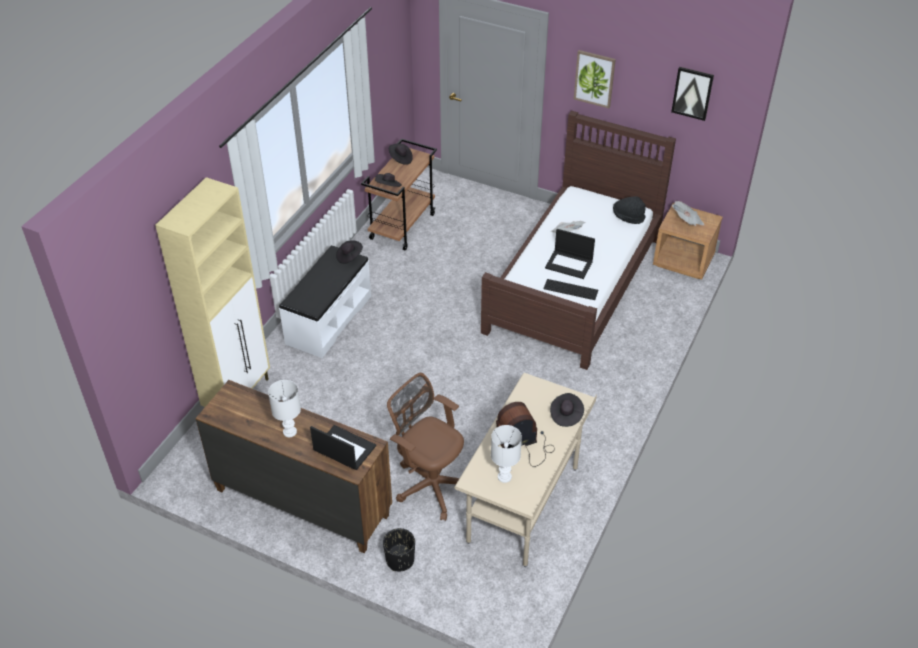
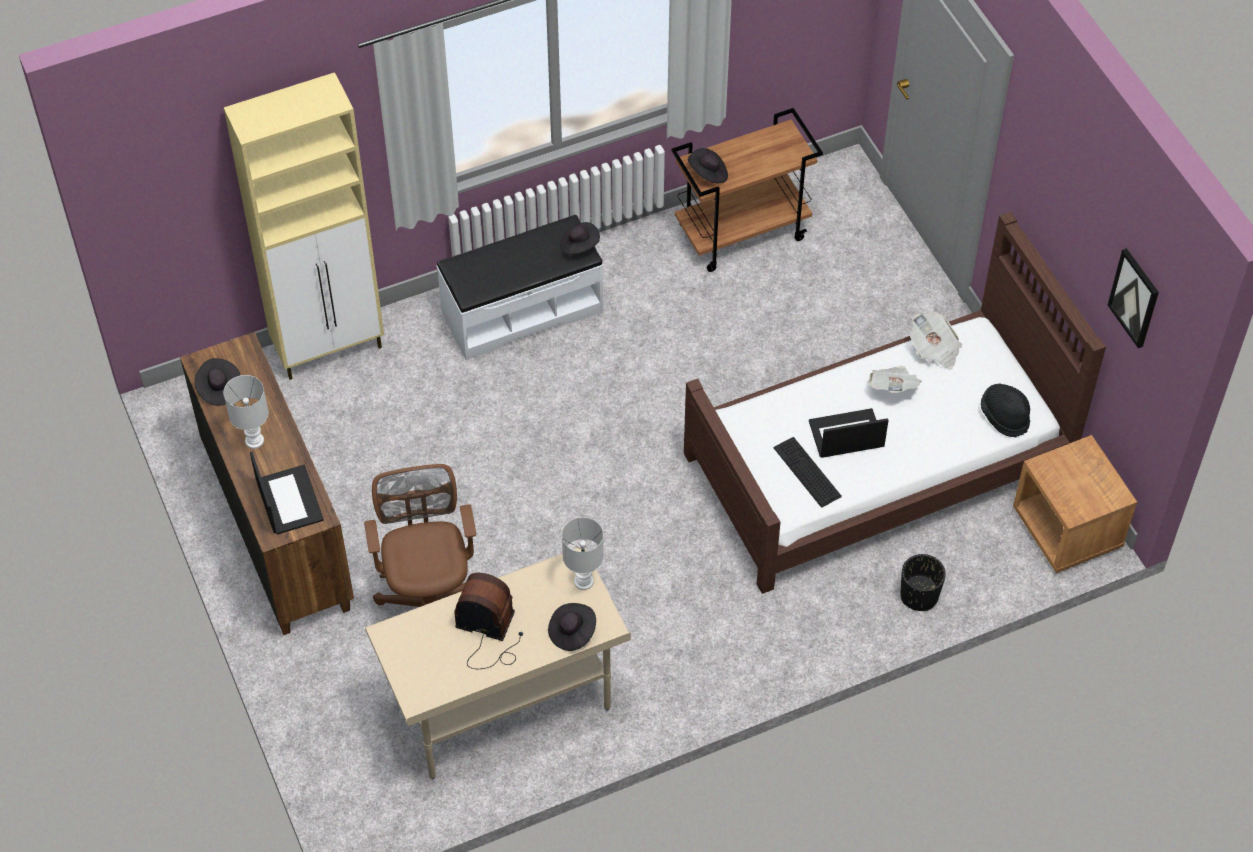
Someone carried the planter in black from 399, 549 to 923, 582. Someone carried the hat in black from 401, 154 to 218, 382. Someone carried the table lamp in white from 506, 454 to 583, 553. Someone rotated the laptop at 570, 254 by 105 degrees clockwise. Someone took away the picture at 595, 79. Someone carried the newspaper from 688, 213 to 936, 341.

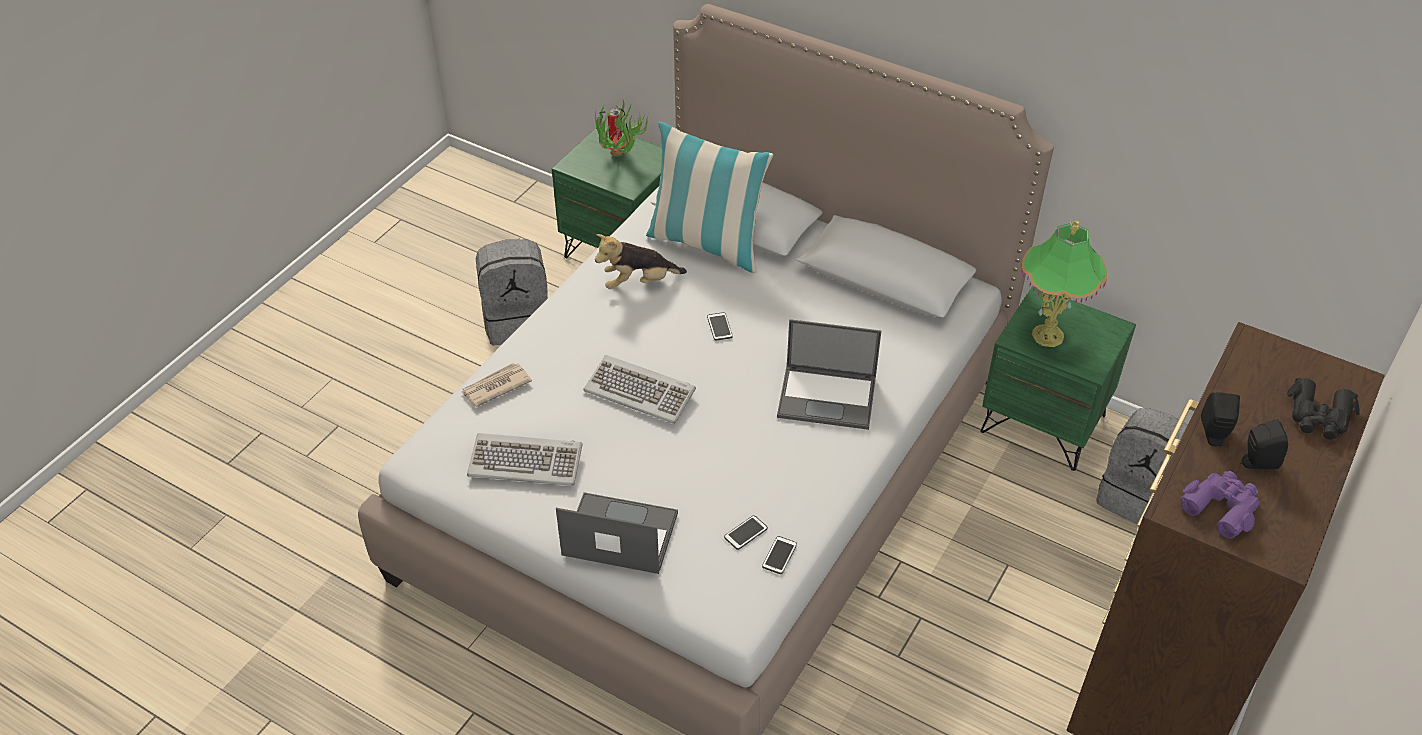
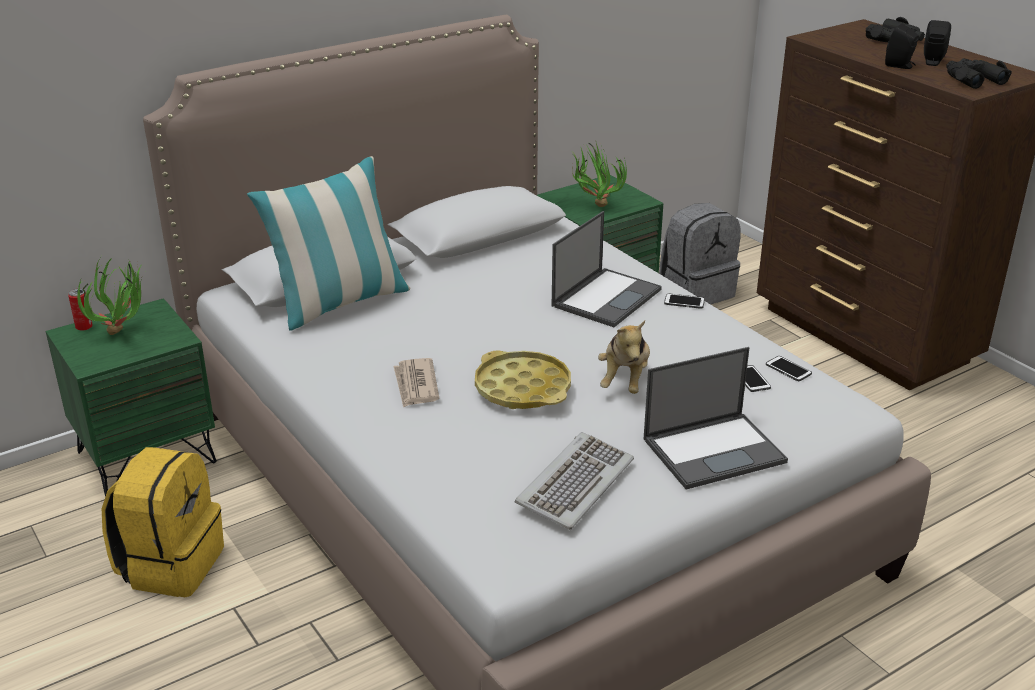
Someone carried the newspaper from 496, 385 to 416, 383. Someone repainted the backpack in grey at 512, 292, which became the backpack in yellow at 163, 522. Someone rotated the laptop at 617, 533 by 150 degrees counterclockwise. Someone swapped the keyboard at 639, 389 for the tray in yellow at 523, 379. Someone carried the plush toy from 641, 261 to 624, 357. Someone carried the phone from 720, 326 to 684, 301. Someone swapped the table lamp at 1064, 284 for the potted plant at 599, 175. Someone repainted the binoculars in purple at 1220, 505, which became the binoculars in black at 979, 73.

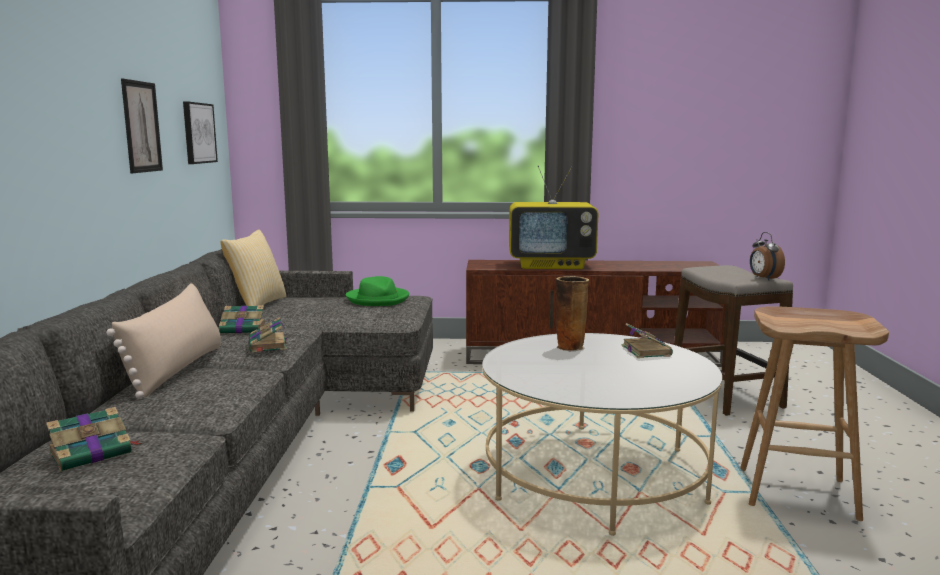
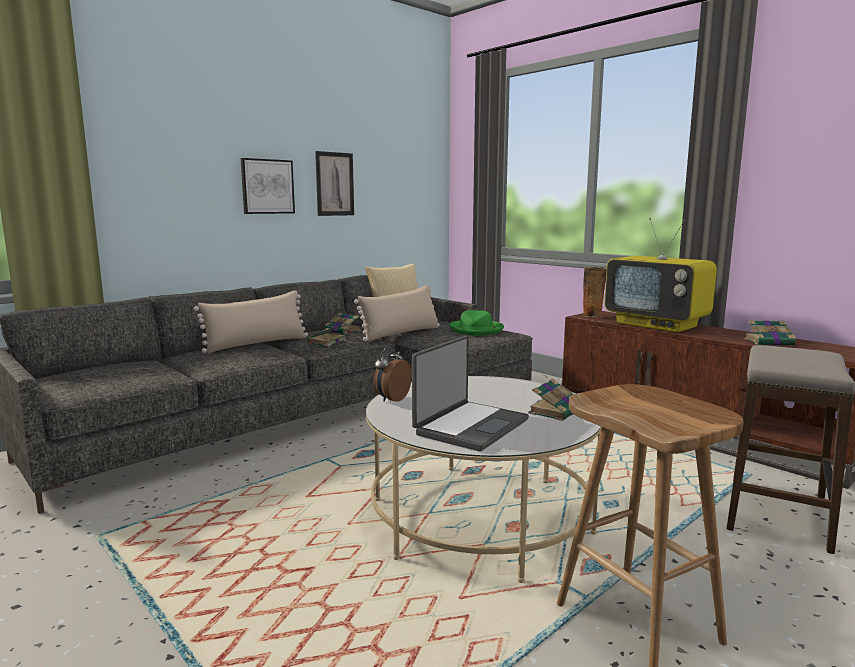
Someone carried the book from 94, 439 to 772, 333. Someone carried the picture from 200, 133 to 267, 186. Someone carried the vase from 572, 313 to 595, 292. Someone carried the alarm clock from 767, 256 to 393, 373. Someone put down the pillow in beige at 396, 313. Someone put down the laptop at 470, 393.

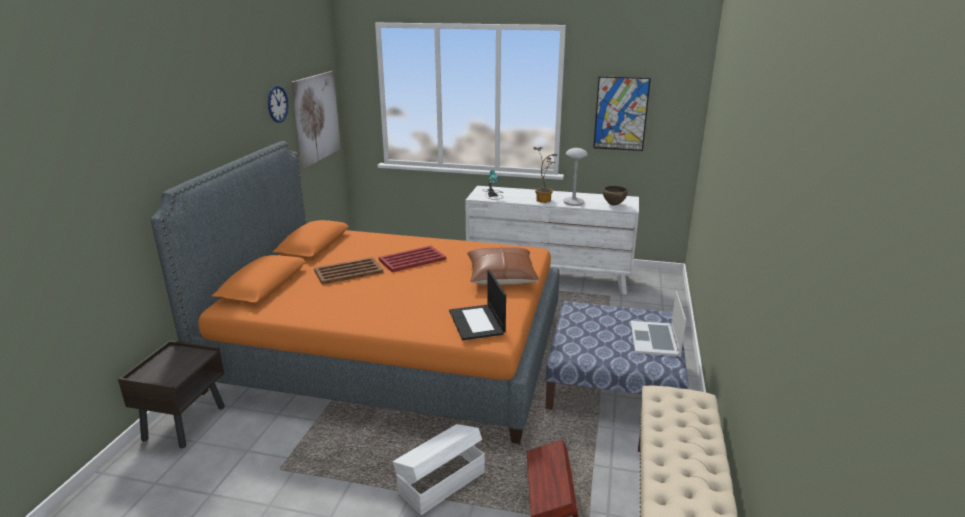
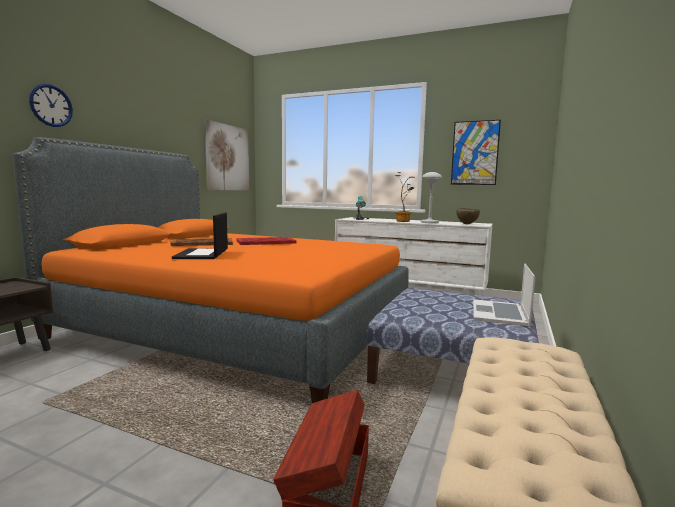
Someone carried the wall clock from 278, 104 to 51, 105. Someone took away the storage box in white at 439, 469. Someone carried the laptop from 477, 305 to 200, 235. Someone took away the pillow in brown at 503, 266.

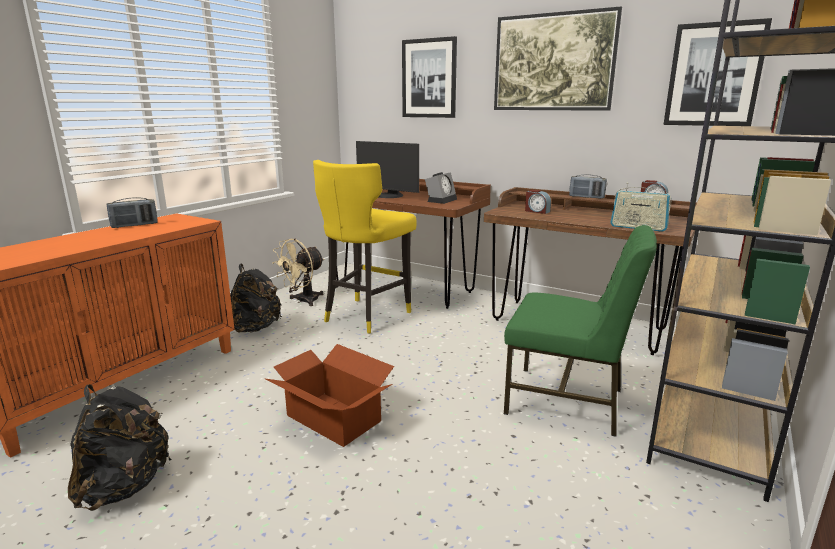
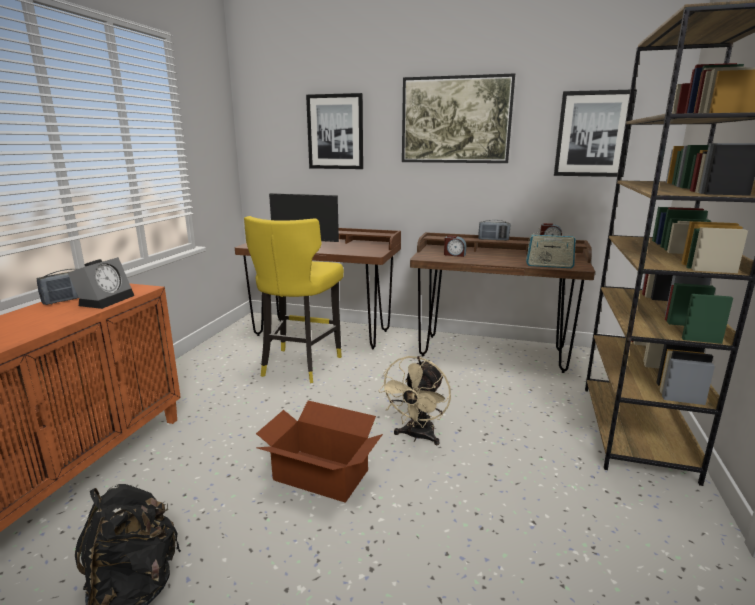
Someone took away the backpack in black at 256, 298. Someone carried the fan in beige from 298, 272 to 415, 400. Someone carried the alarm clock from 441, 188 to 101, 283. Someone took away the chair in green at 580, 331.

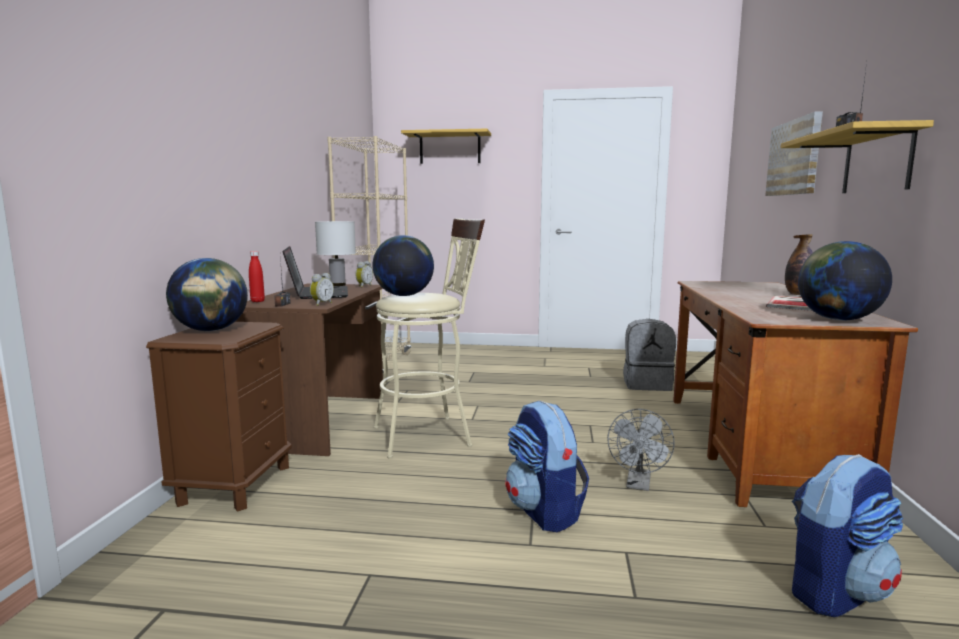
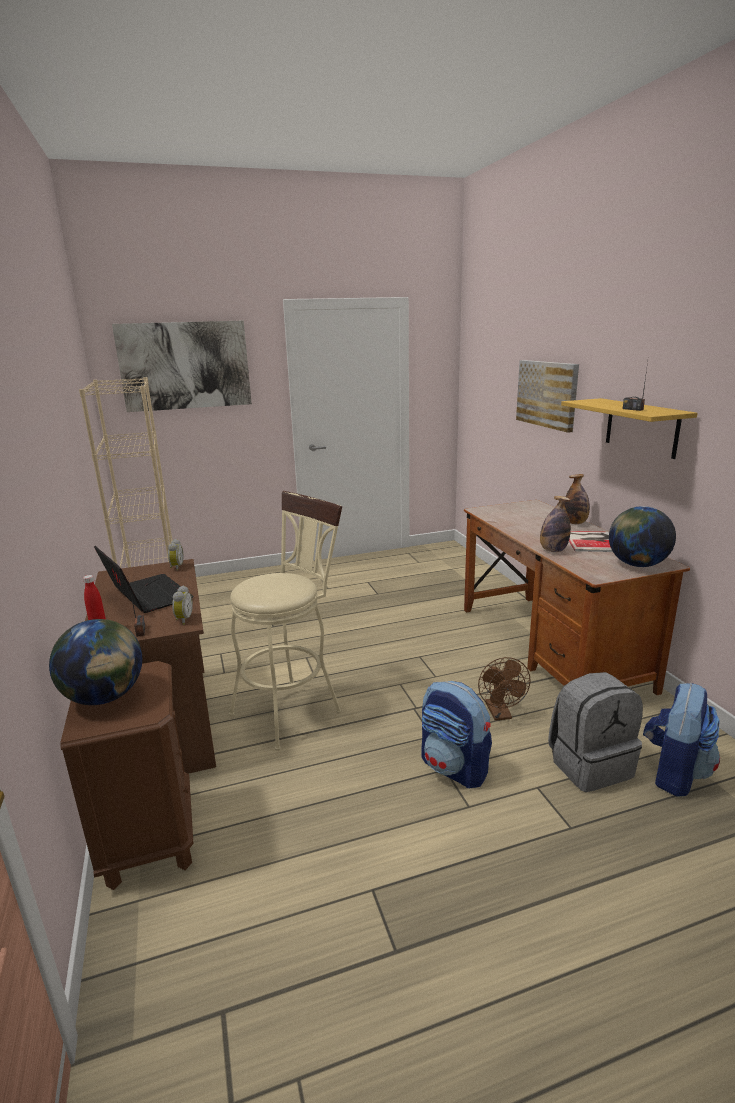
Someone took away the table lamp in white at 335, 253. Someone took away the globe at 403, 265. Someone swapped the shelf at 446, 146 for the picture at 182, 366. Someone repainted the fan in grey at 641, 450, which became the fan in brown at 504, 689. Someone carried the backpack in grey from 649, 355 to 595, 732. Someone put down the bottle at 555, 524.

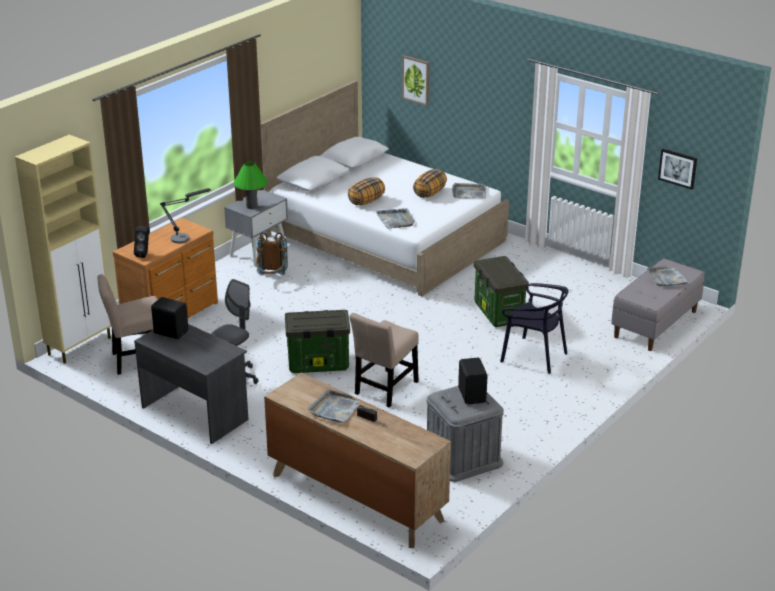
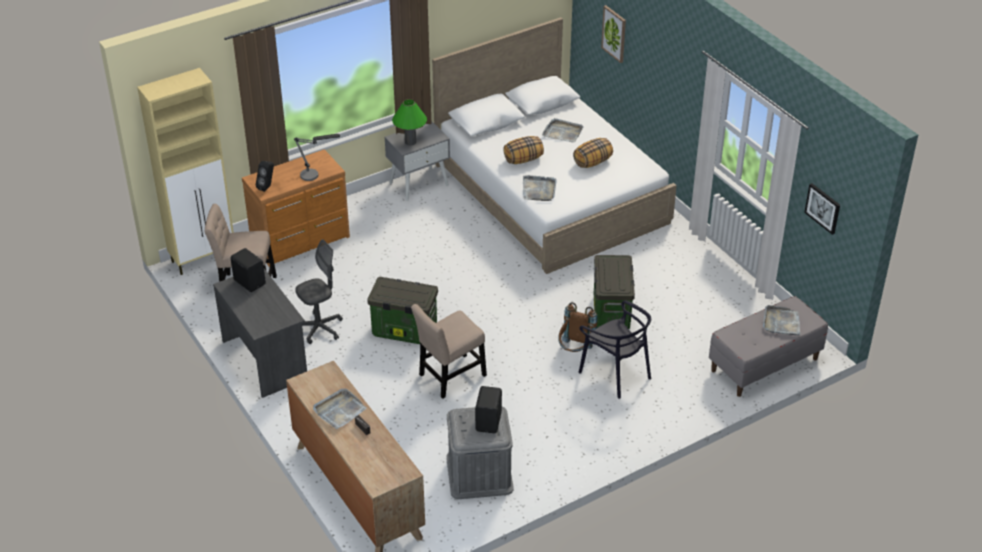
Someone carried the backpack in brown from 272, 253 to 578, 327. Someone carried the tray in grey from 469, 191 to 563, 130.

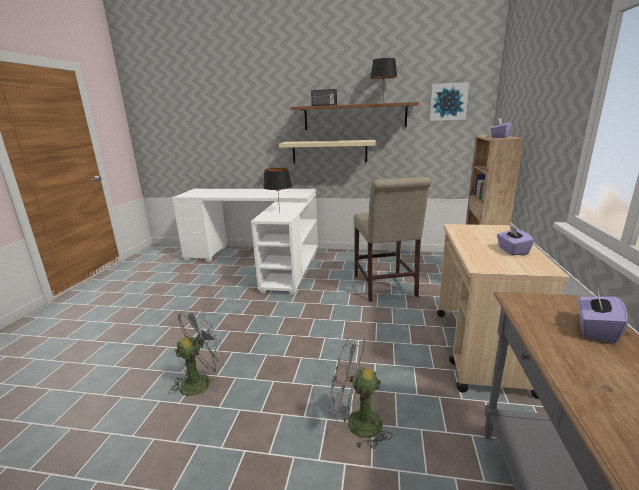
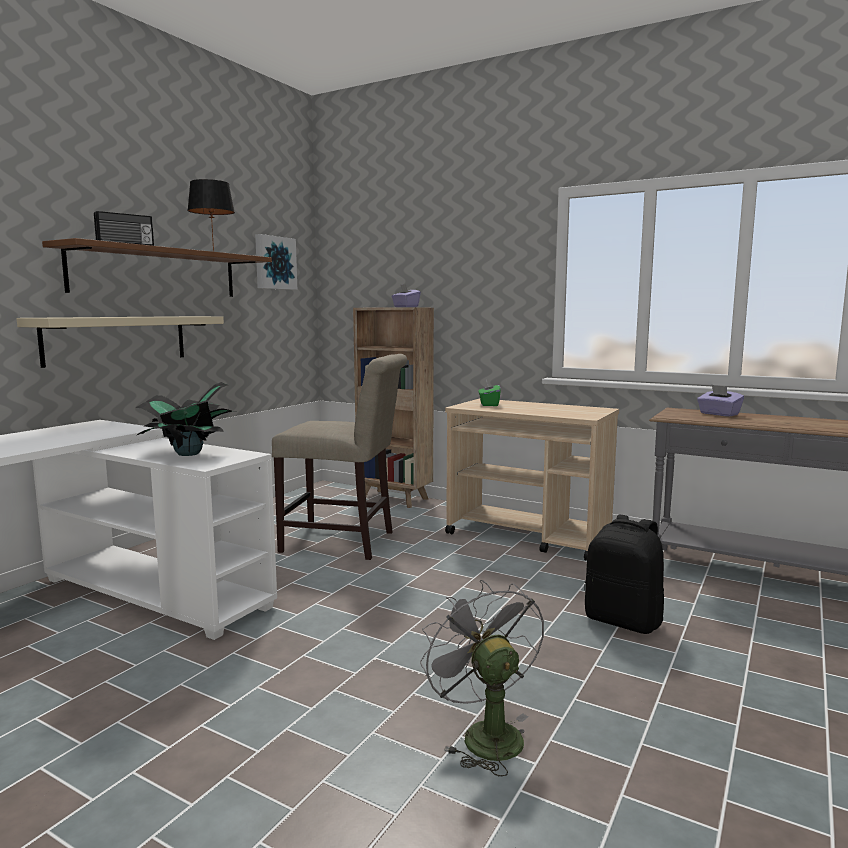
Someone swapped the table lamp in black at 277, 190 for the potted plant at 185, 419. Someone swapped the fan in grey at 360, 392 for the backpack in black at 624, 574. Someone took away the tissue box in purple at 515, 240. Someone put down the tissue box in green at 489, 392.

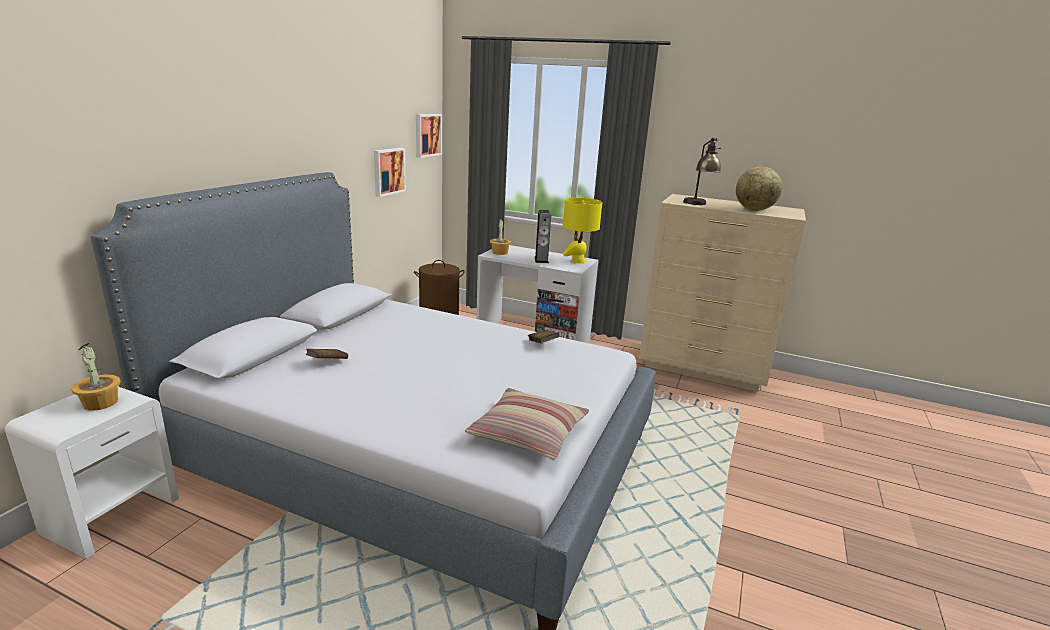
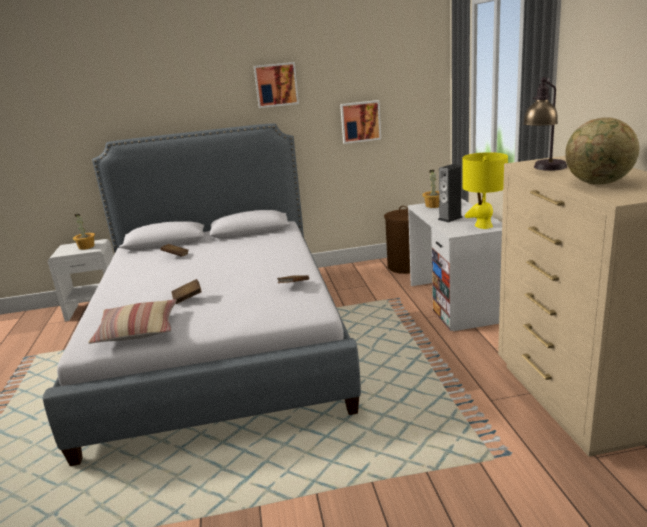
Someone carried the picture from 429, 136 to 276, 85. Someone put down the book in brown at 186, 291.

